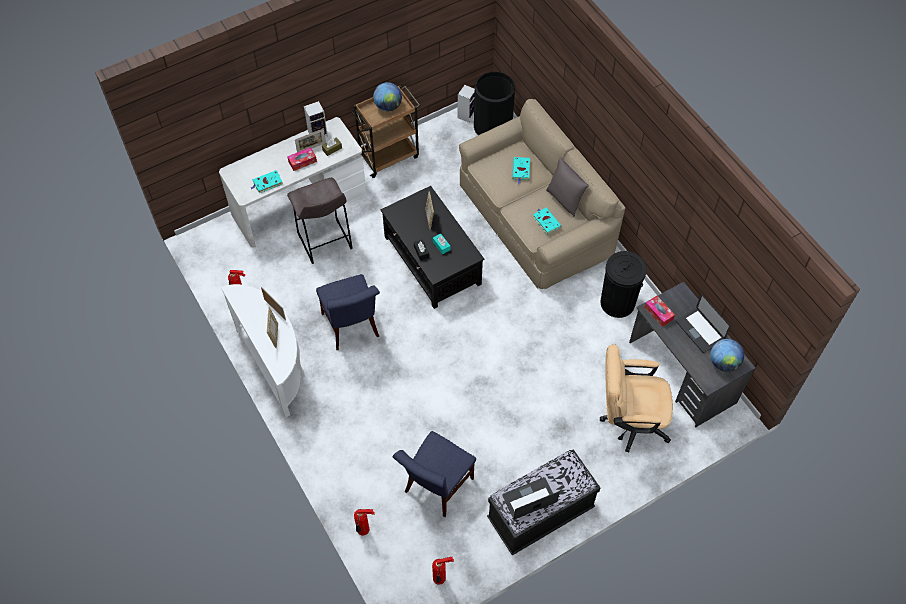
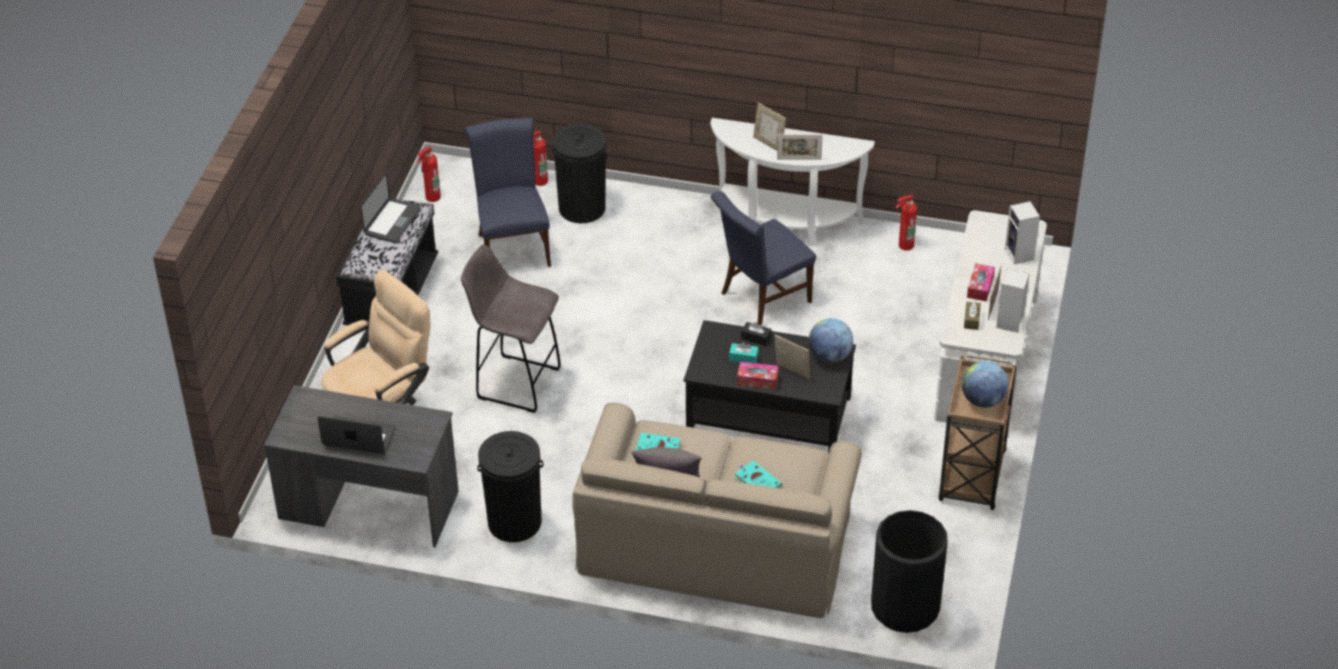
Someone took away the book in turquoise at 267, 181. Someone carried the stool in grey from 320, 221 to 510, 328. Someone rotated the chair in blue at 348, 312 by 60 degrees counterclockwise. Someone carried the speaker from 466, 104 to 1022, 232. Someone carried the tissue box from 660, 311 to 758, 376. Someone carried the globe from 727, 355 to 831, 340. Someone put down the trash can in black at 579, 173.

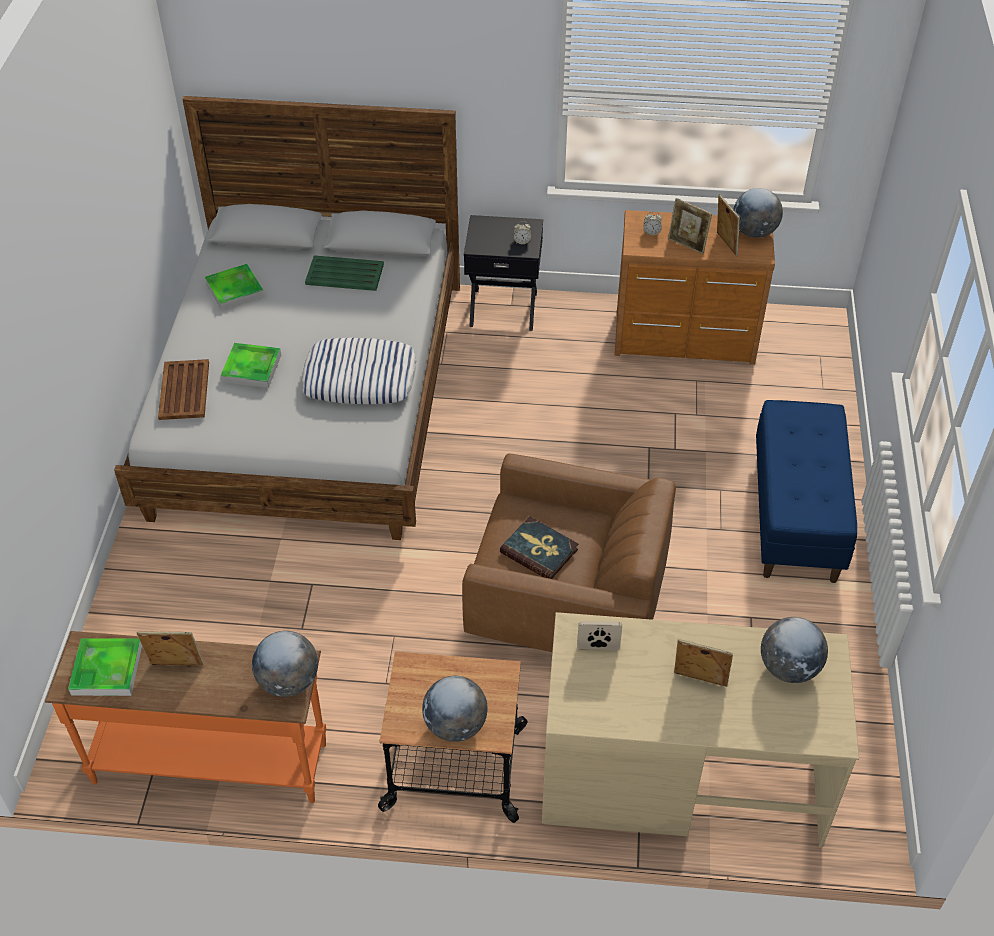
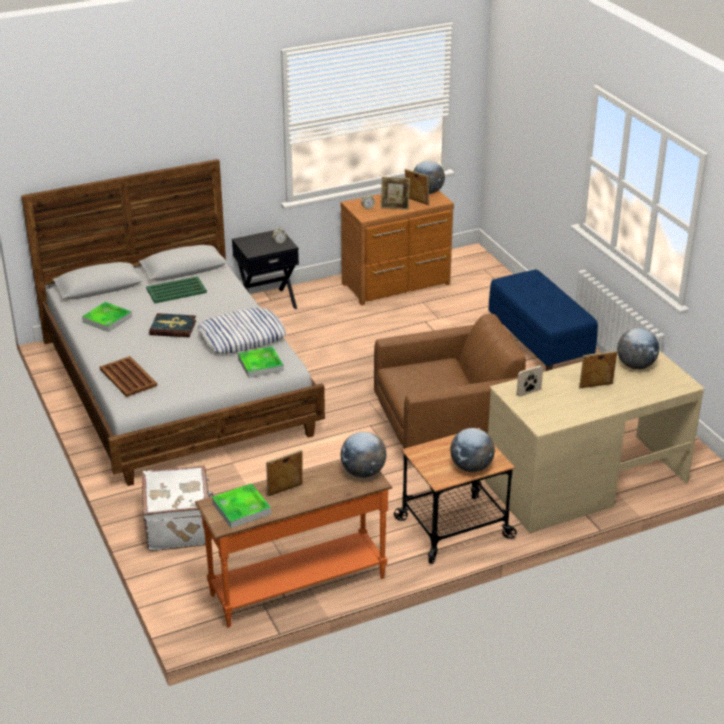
Someone carried the tray from 250, 365 to 261, 362. Someone carried the book from 539, 547 to 172, 325. Someone put down the suitcase in white at 177, 508.

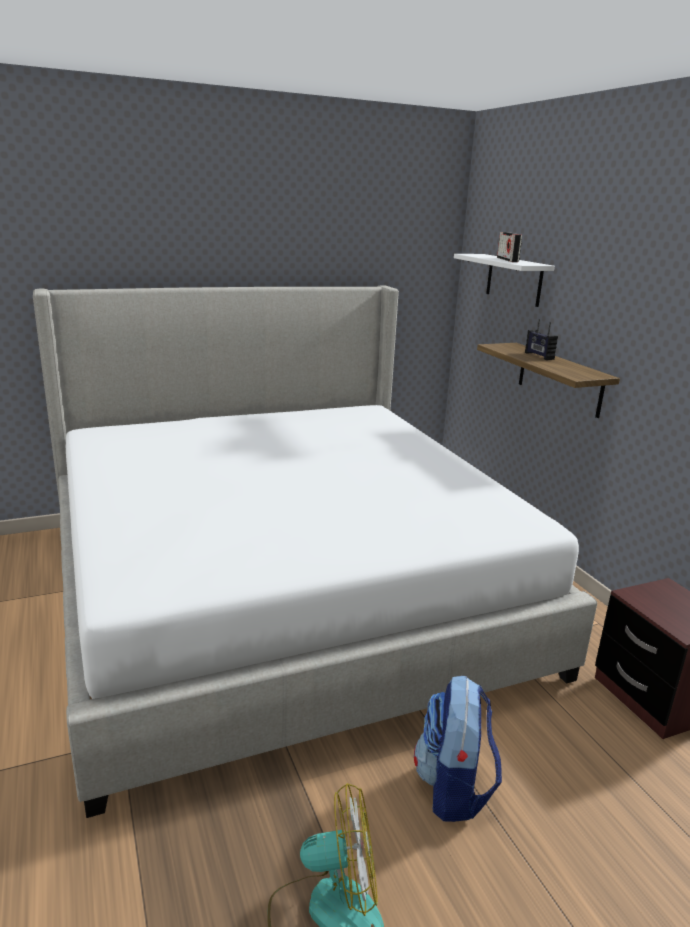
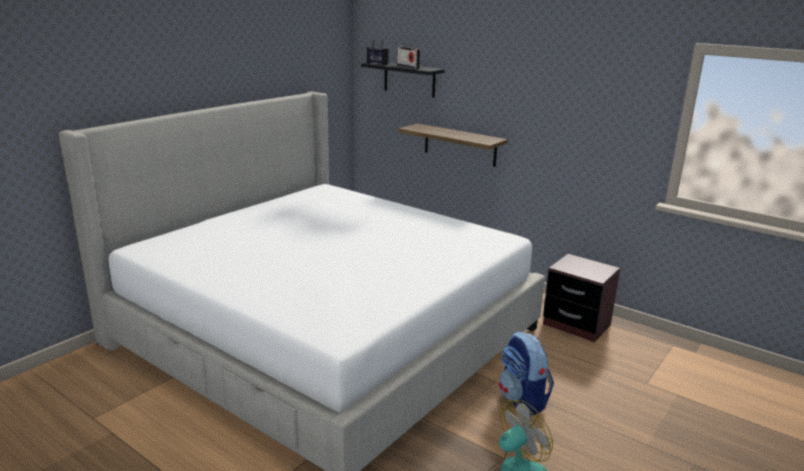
Someone repainted the shelf in white at 504, 280, which became the shelf in black at 403, 80. Someone carried the radio from 541, 339 to 378, 52.

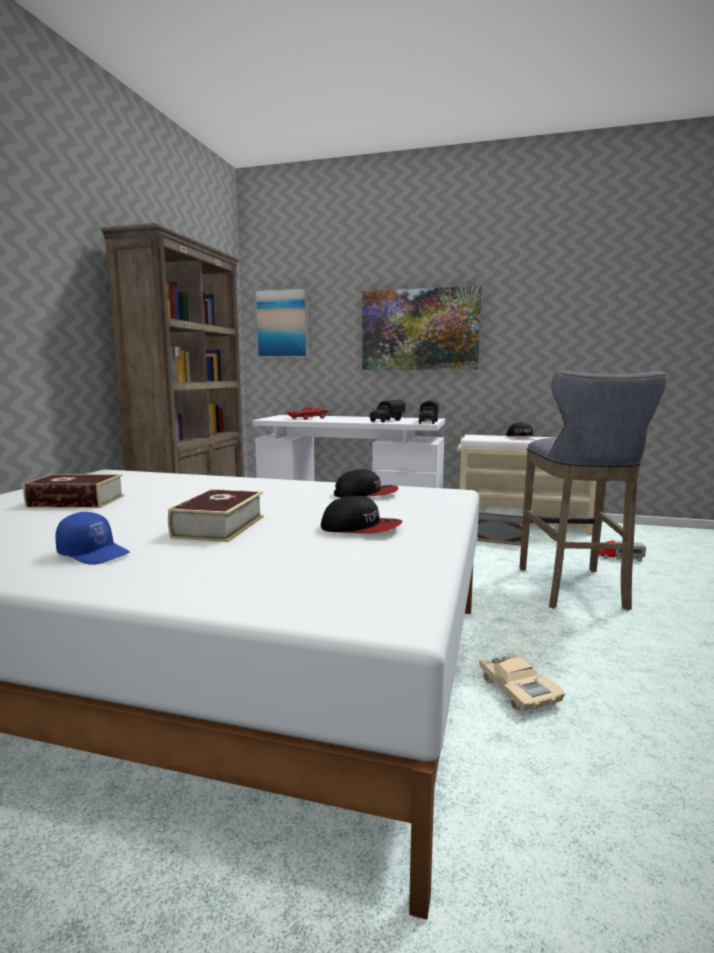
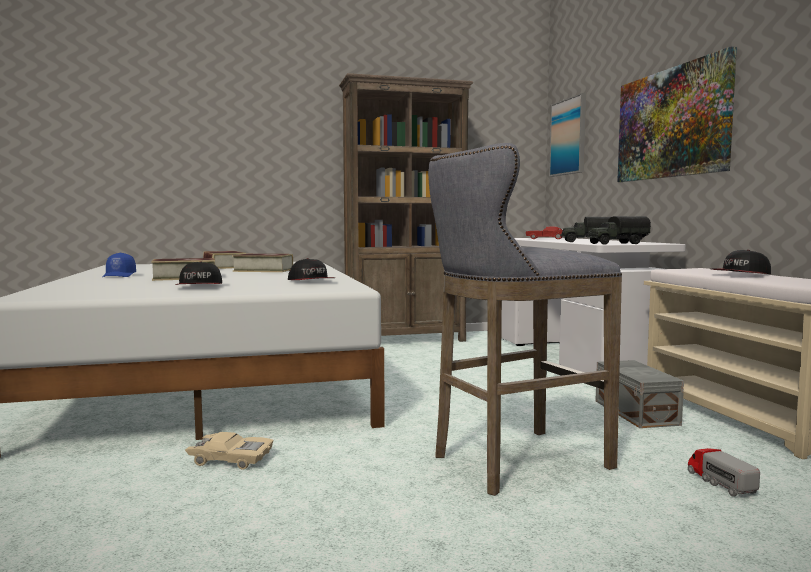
Someone rotated the toy car in beige at 522, 682 by 120 degrees counterclockwise. Someone put down the book at 262, 263.

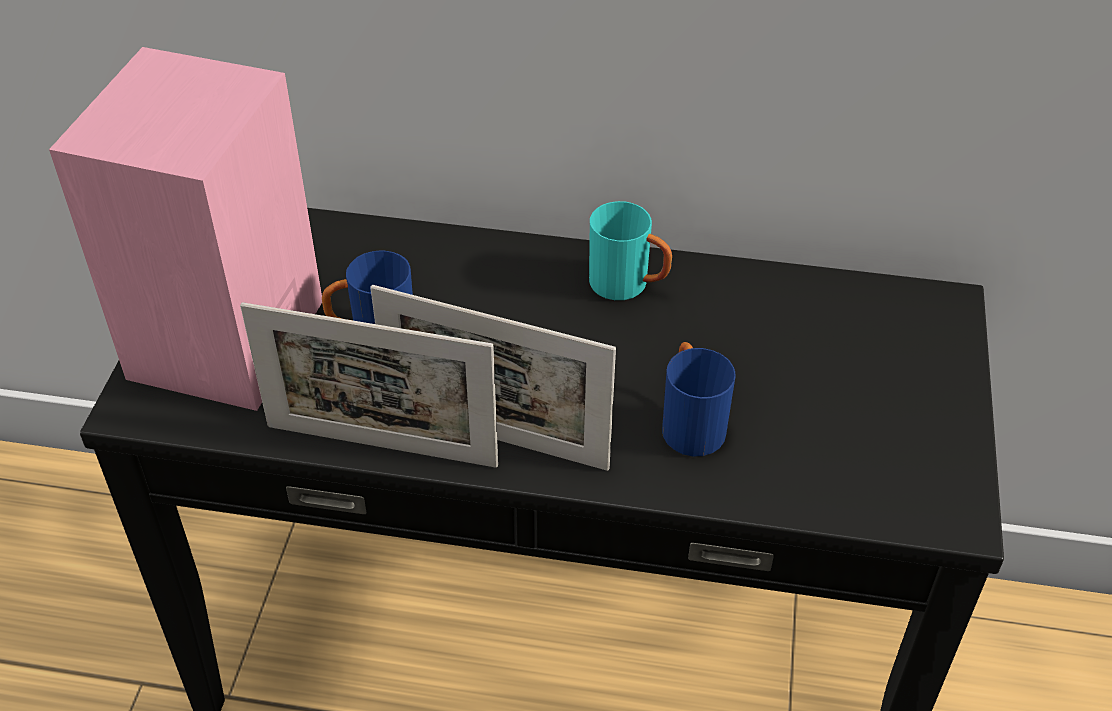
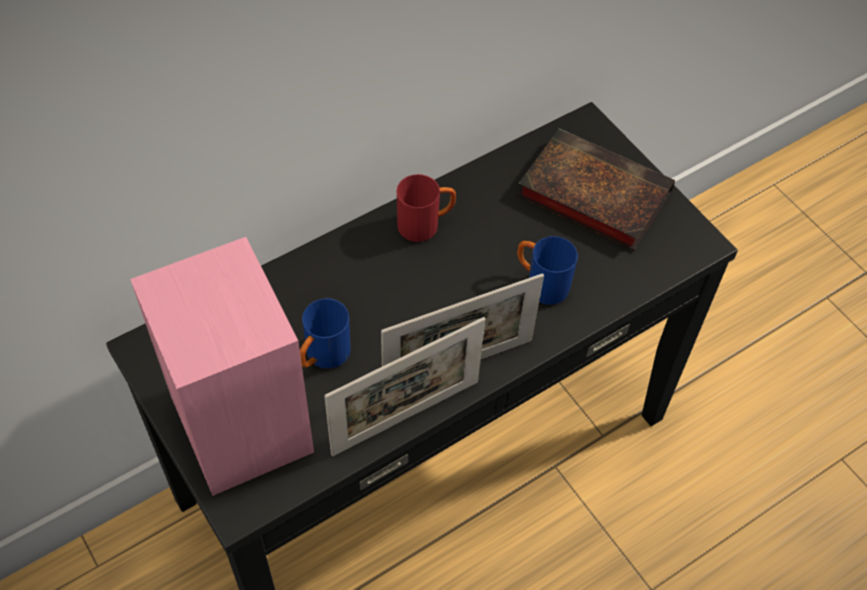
Someone repainted the mug in turquoise at 630, 250, which became the mug in red at 426, 208. Someone put down the book at 596, 190.

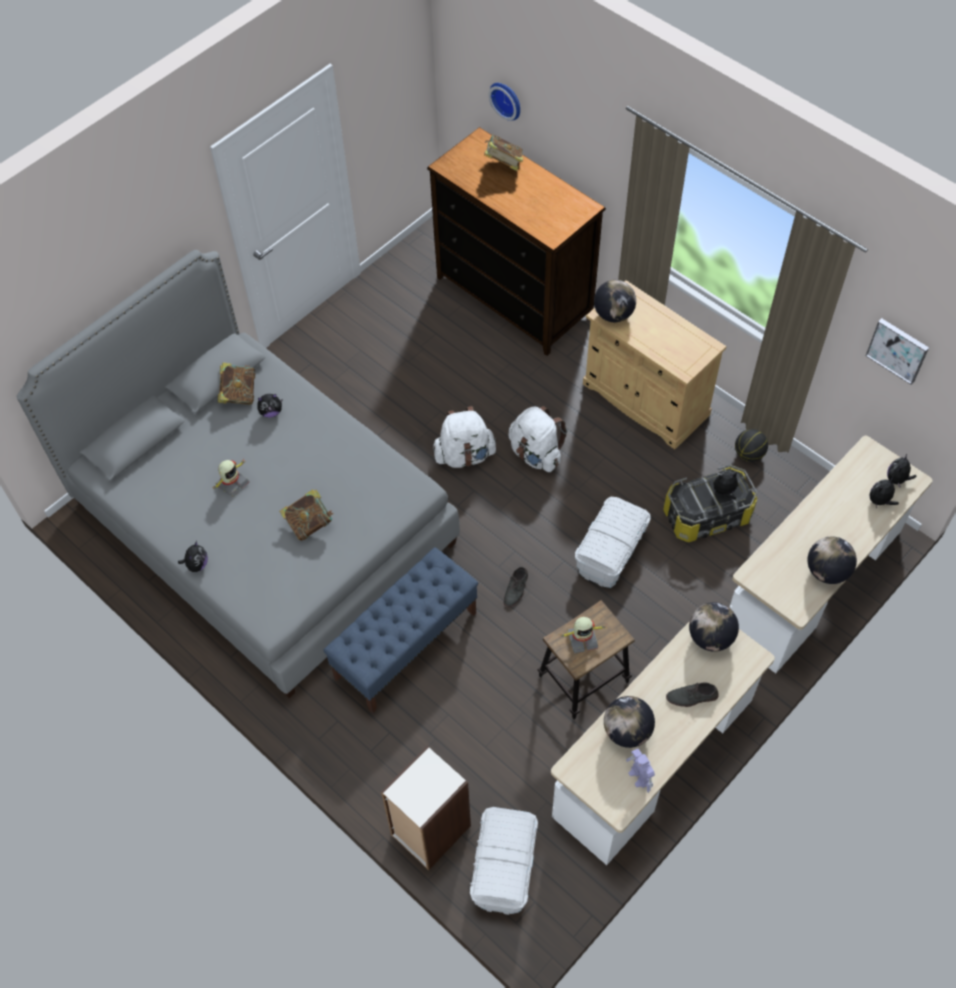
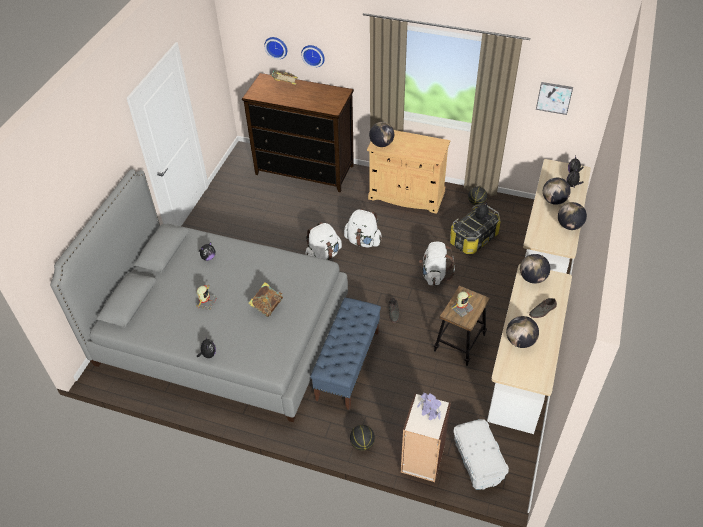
Someone took away the book at 236, 384. Someone swapped the storage box in white at 613, 542 for the backpack in white at 437, 263. Someone carried the toy robot from 640, 771 to 429, 407. Someone put up the wall clock at 313, 56. Someone put down the basketball at 362, 438. Someone put down the globe at 557, 191.

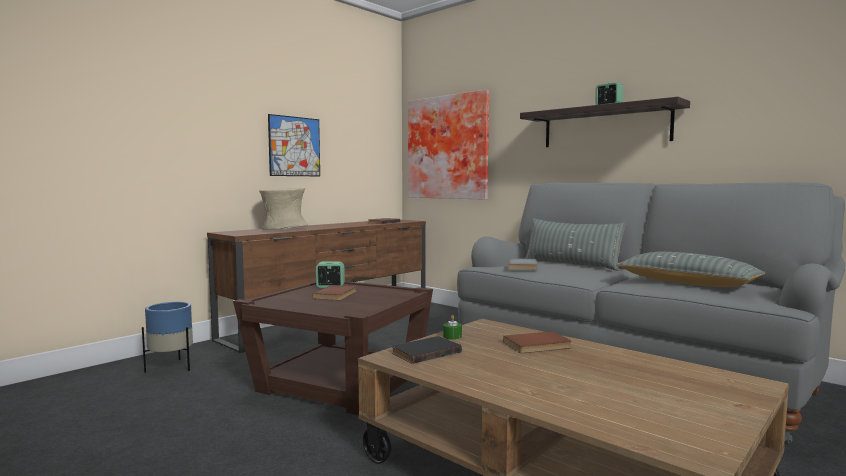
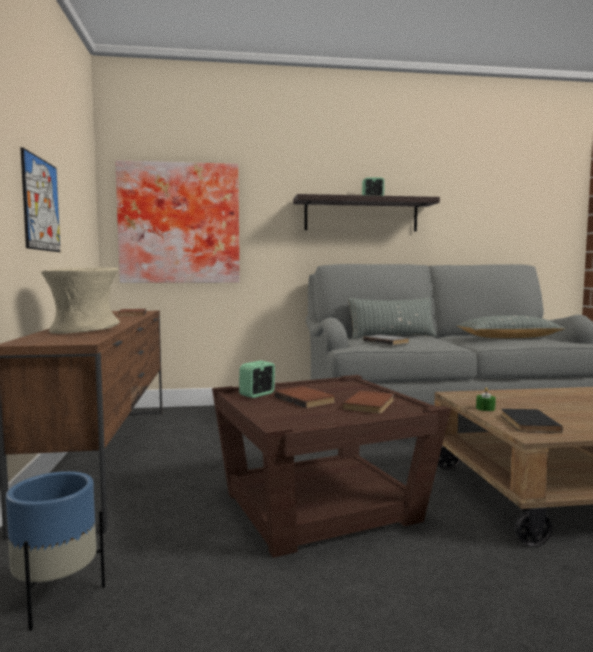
Someone carried the book in brown from 537, 342 to 368, 402.

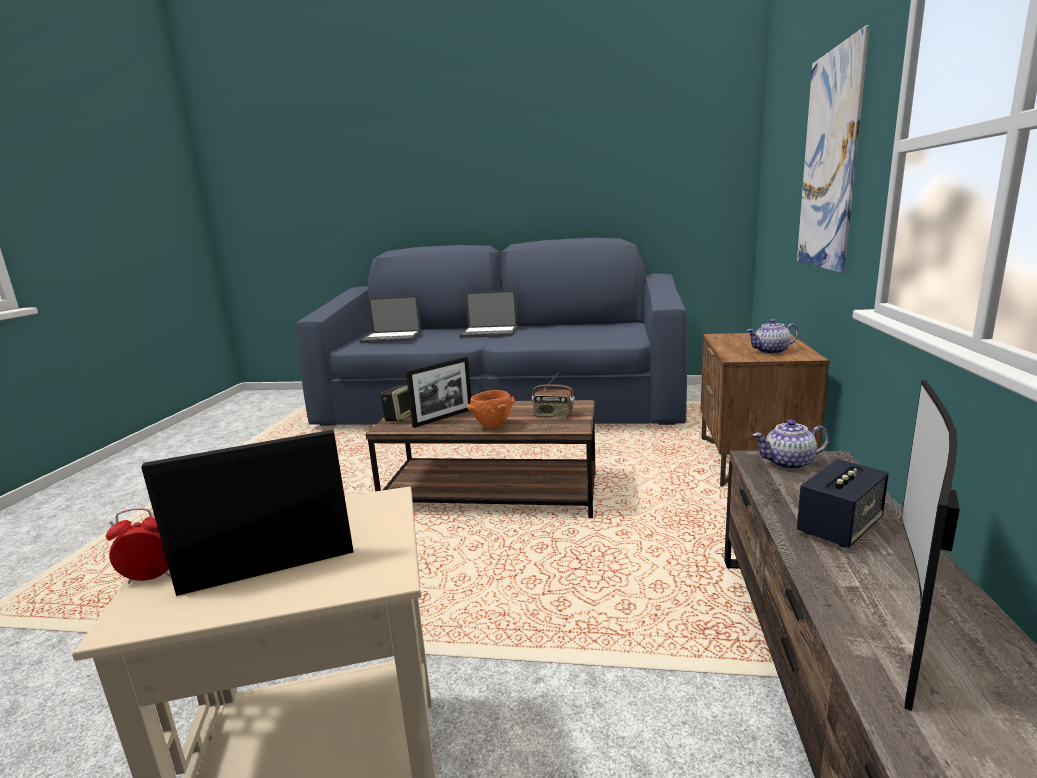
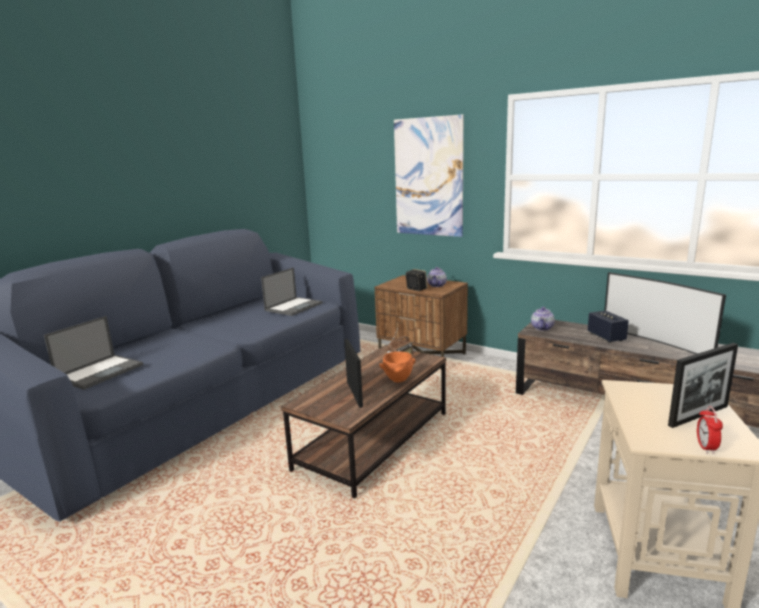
Someone rotated the picture frame at 247, 513 by 120 degrees counterclockwise. Someone carried the speaker from 395, 403 to 417, 280. Someone carried the laptop from 488, 314 to 292, 291.

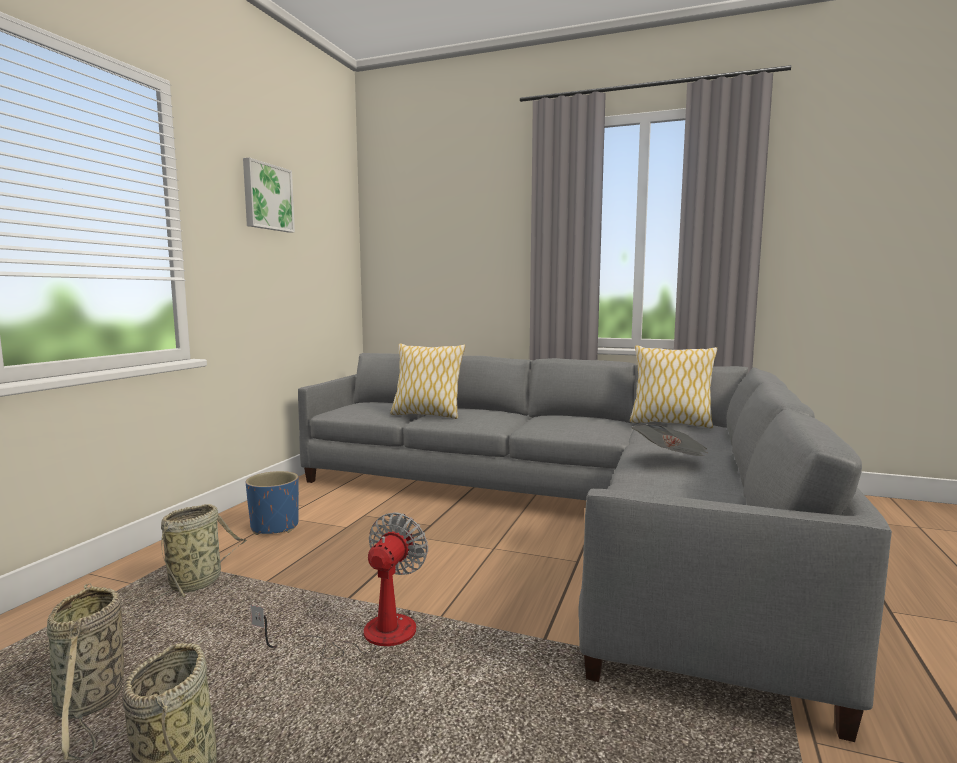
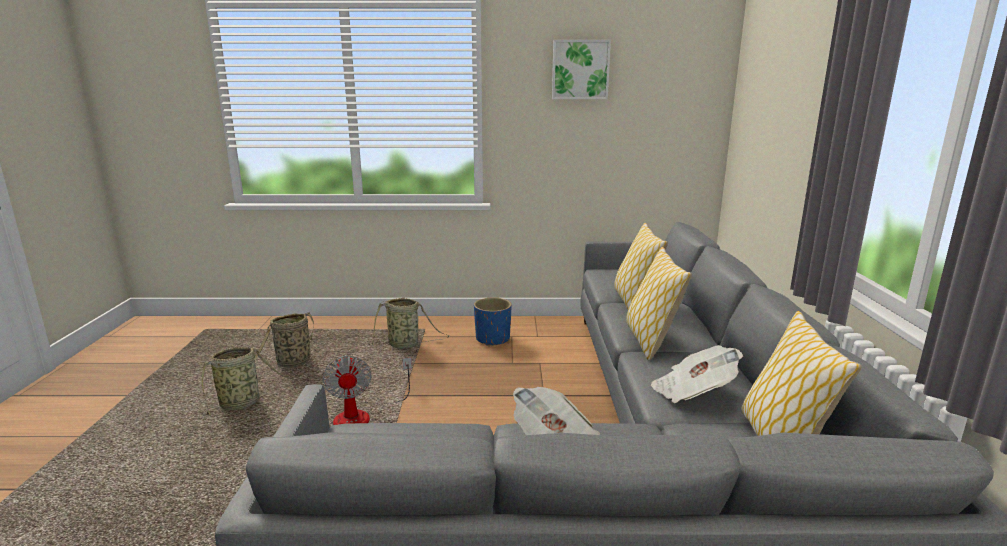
Someone rotated the fan at 339, 585 by 75 degrees clockwise. Someone put down the pillow at 659, 303. Someone put down the newspaper at 697, 374.

